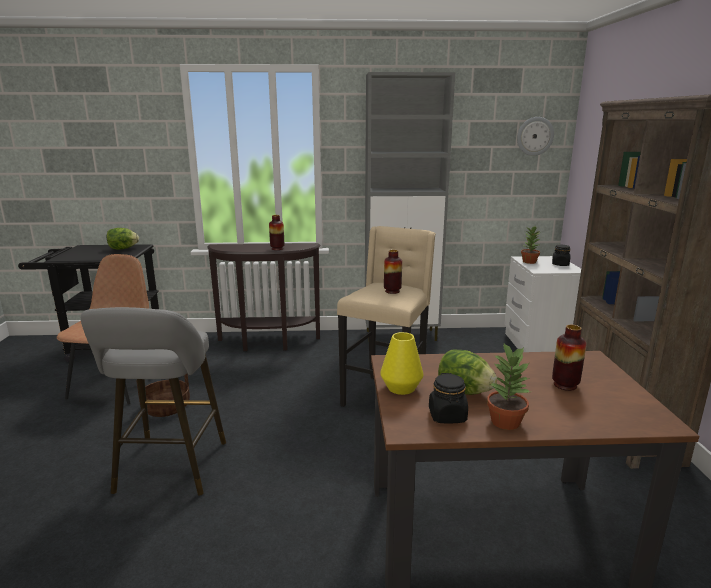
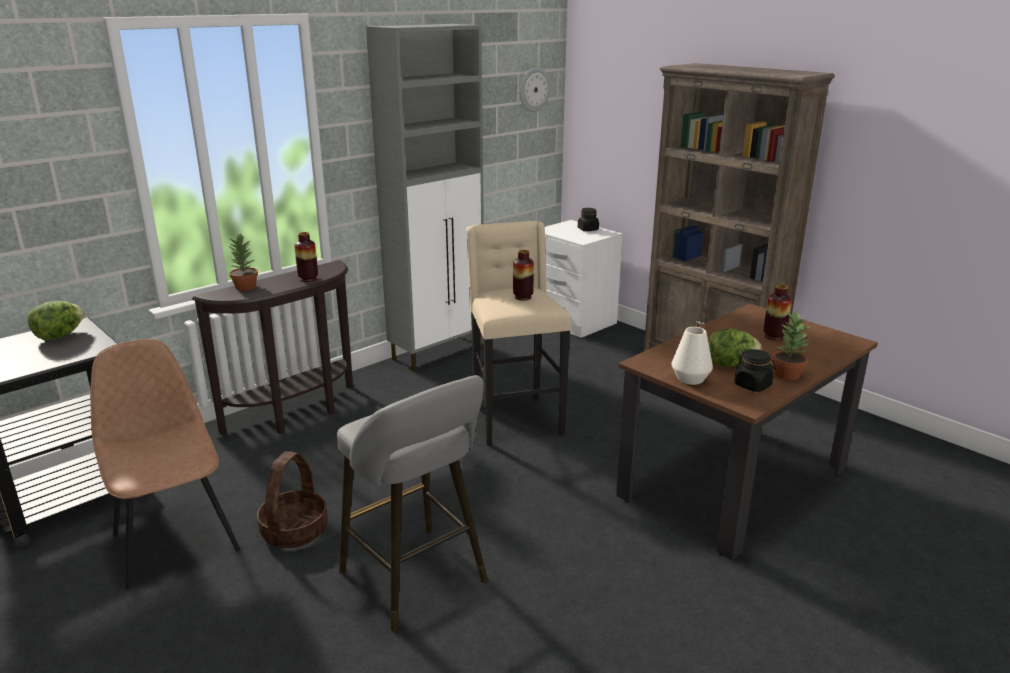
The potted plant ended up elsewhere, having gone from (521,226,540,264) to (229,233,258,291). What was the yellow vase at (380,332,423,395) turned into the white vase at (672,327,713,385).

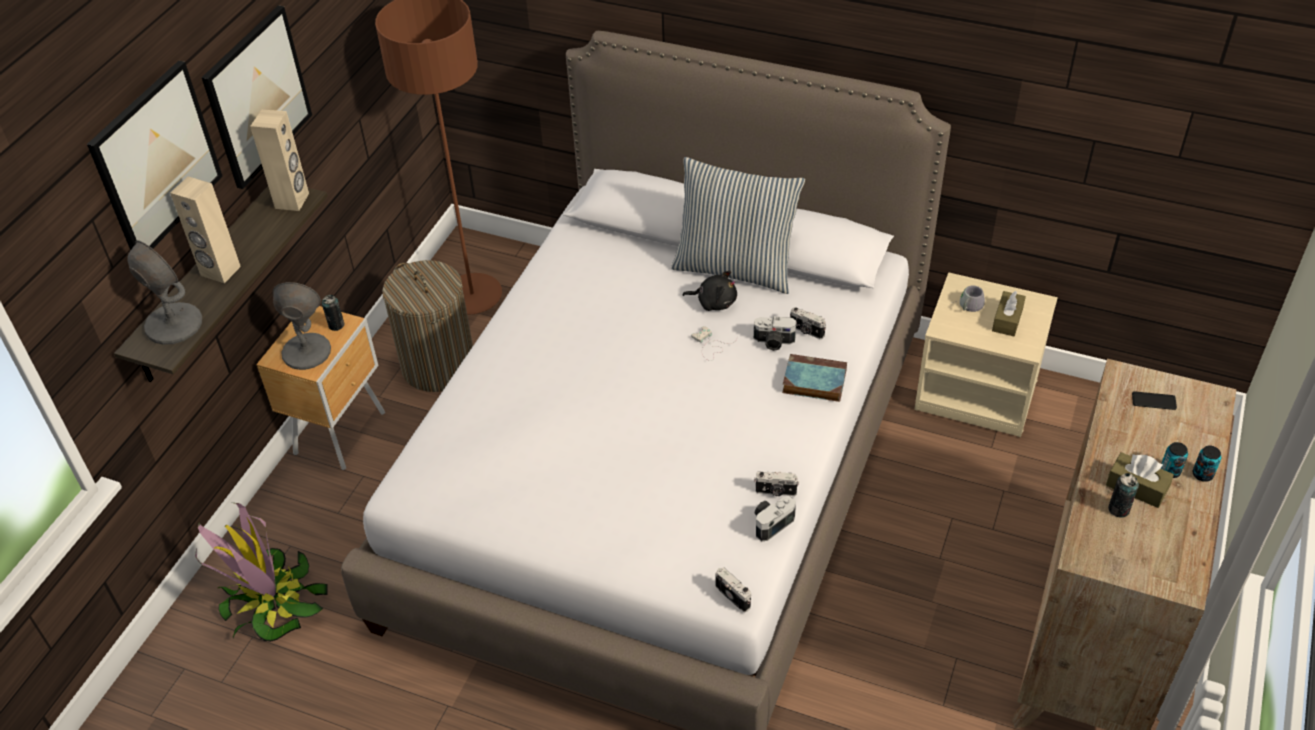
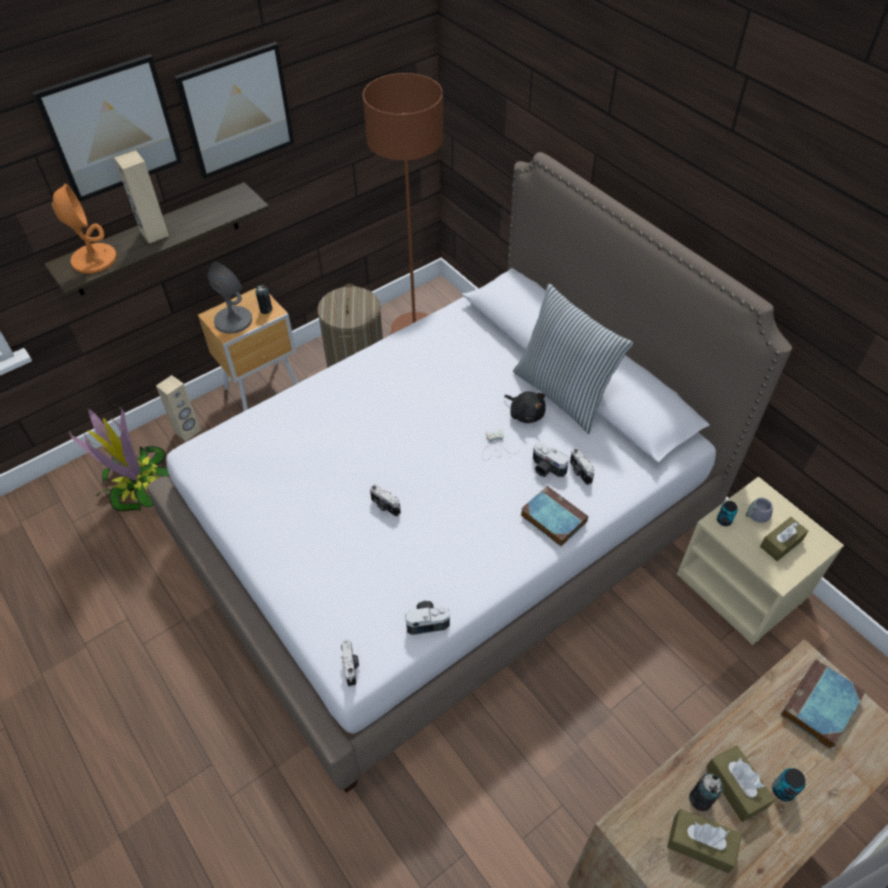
The second view gained the brown tissue box at (667,809,742,873). The beige speaker ended up elsewhere, having gone from (250,110,309,211) to (156,375,201,442). The photo camera ended up elsewhere, having gone from (754,472,799,496) to (370,484,401,517). The can ended up elsewhere, having gone from (1192,446,1221,482) to (717,501,738,526). Where the phone stood at (1132,391,1177,410), the book came to stand at (781,659,866,749). What was the grey table lamp at (127,240,202,345) turned into the orange table lamp at (52,184,117,274).

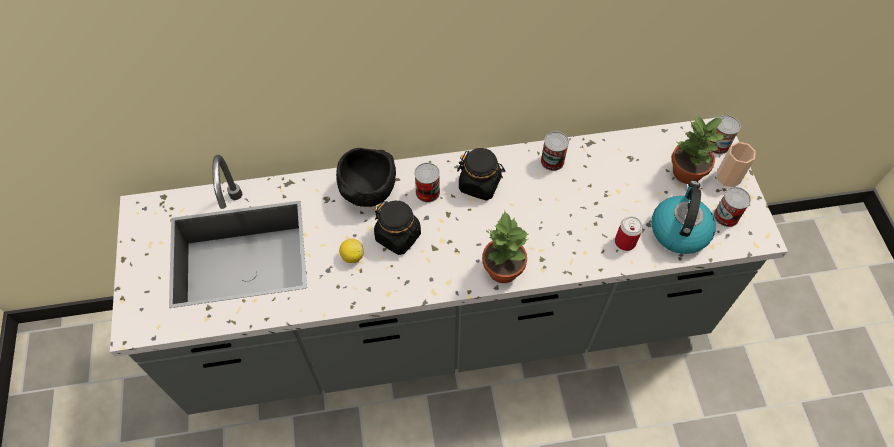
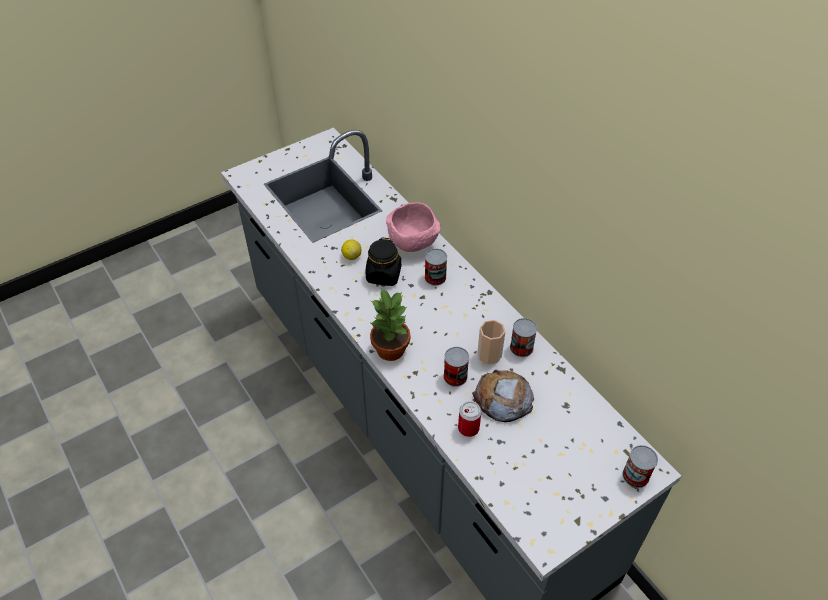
The second view lost the black jar at (457,148,506,200). The second view lost the kettle at (652,180,716,254). The second view lost the potted plant at (672,115,727,184). The second view gained the bread at (472,369,534,422). The can ended up elsewhere, having gone from (714,187,751,227) to (443,347,469,387). The cup ended up elsewhere, having gone from (717,142,756,187) to (477,320,506,364). What was the black bowl at (336,148,396,207) turned into the pink bowl at (386,202,441,252).

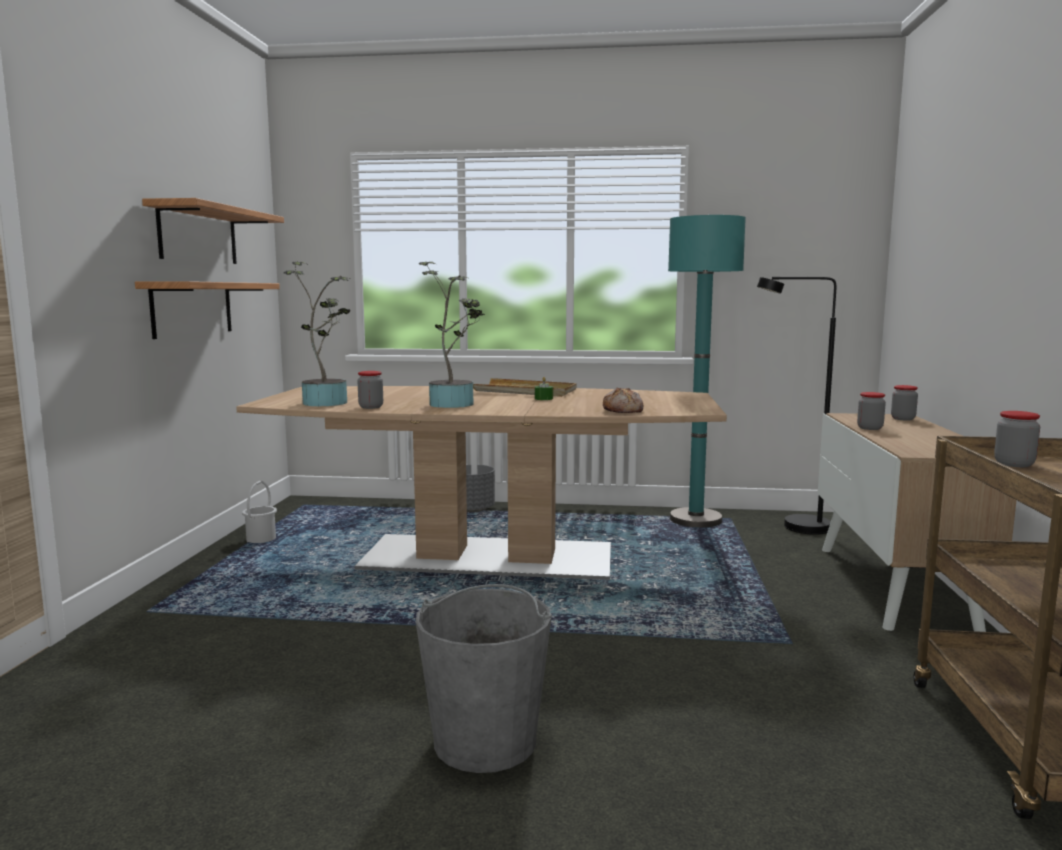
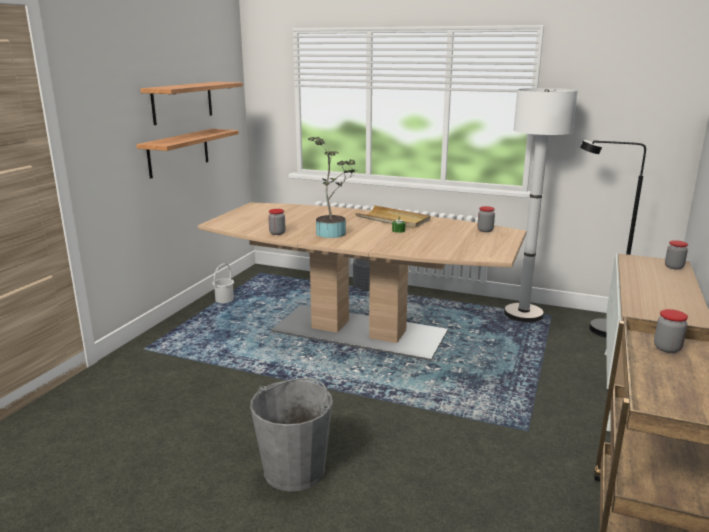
The second view lost the potted plant at (283,262,351,406). The second view lost the bread at (603,387,643,413). The jar ended up elsewhere, having gone from (857,392,886,430) to (477,206,495,232). What was the turquoise floor lamp at (668,215,746,527) turned into the white floor lamp at (504,88,578,322).

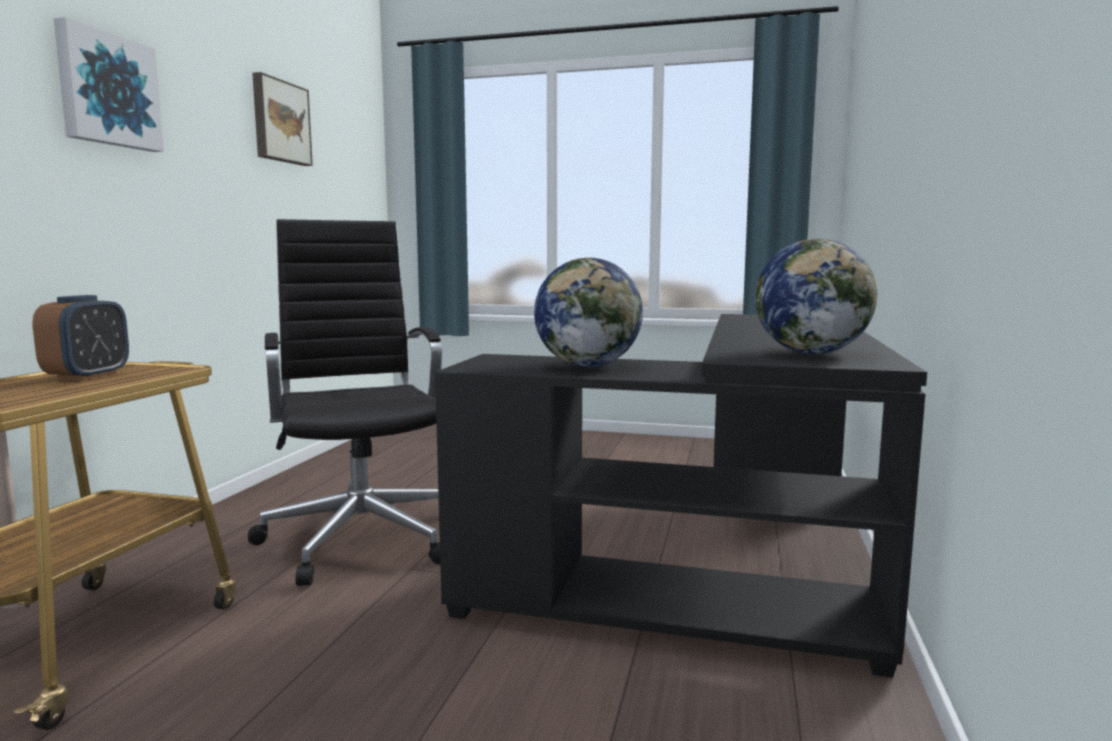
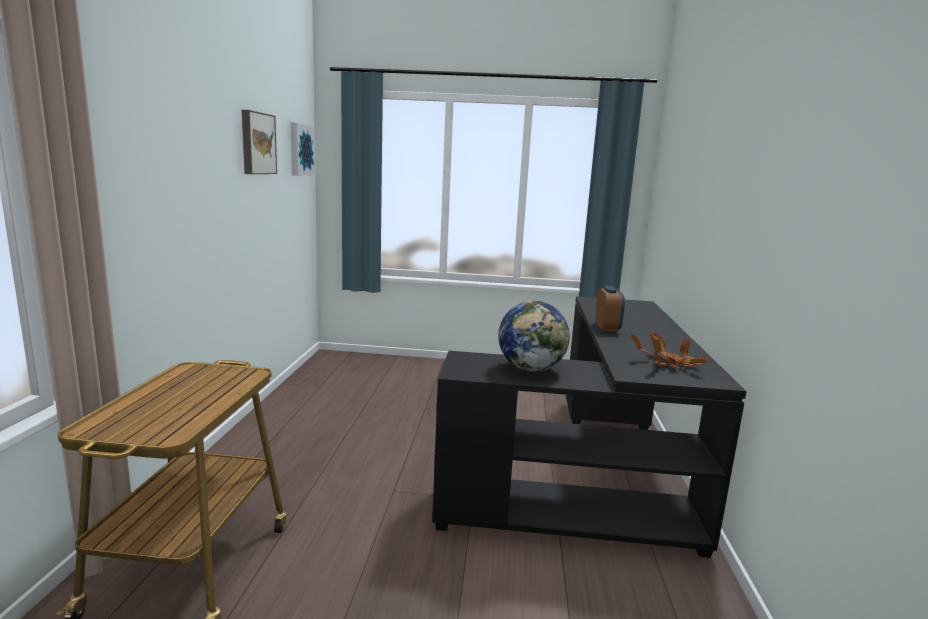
The second view lost the black office chair at (248,219,442,586). The alarm clock ended up elsewhere, having gone from (32,295,129,381) to (595,286,625,332). The picture ended up elsewhere, having gone from (54,17,164,152) to (290,122,316,176). Where the globe stood at (755,239,878,354), the potted plant came to stand at (631,332,709,369).

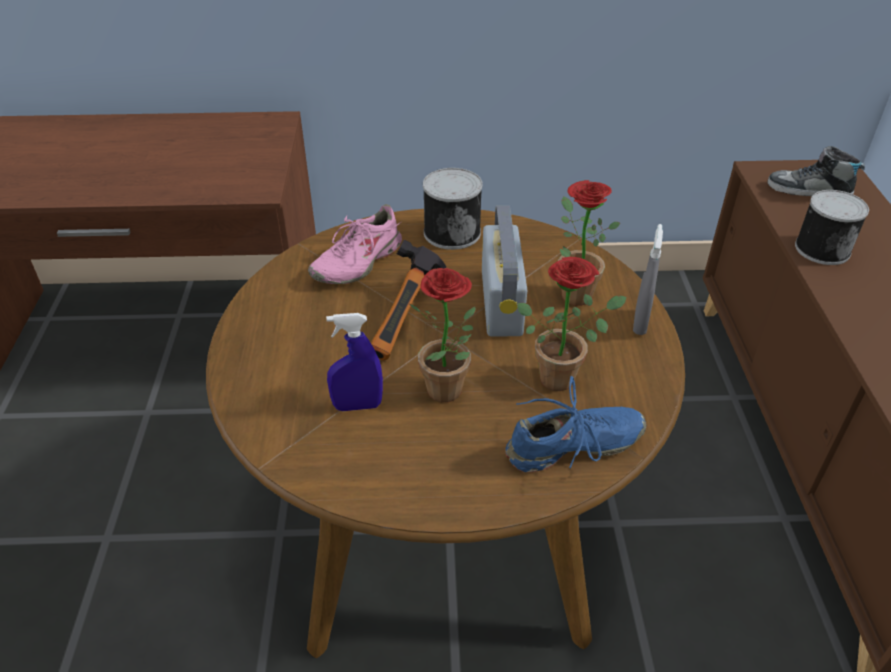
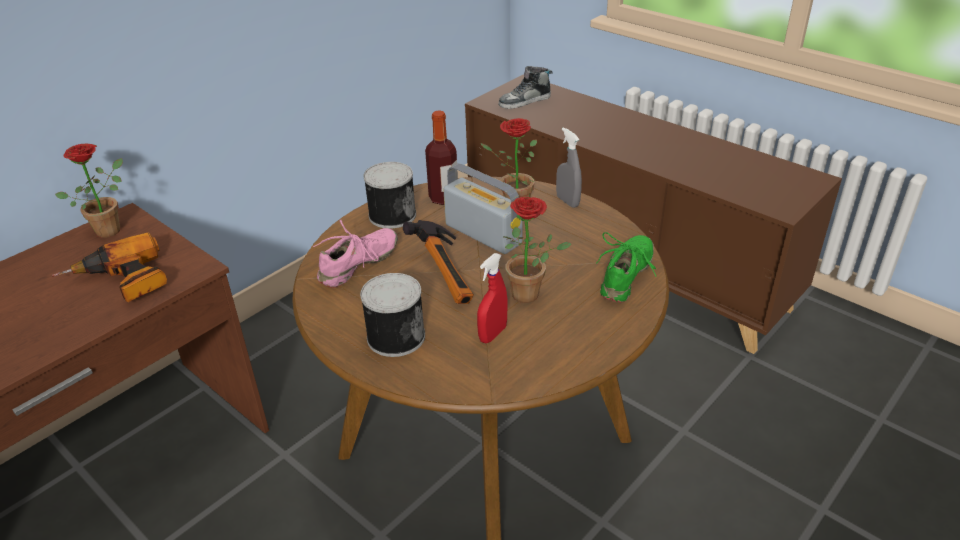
The second view gained the power drill at (52,233,167,302). The second view gained the bottle at (425,111,458,205). The potted plant ended up elsewhere, having gone from (517,257,627,391) to (55,144,123,238). The can ended up elsewhere, having gone from (795,190,869,265) to (360,273,425,357). What was the blue spray bottle at (326,313,383,411) turned into the red spray bottle at (477,253,507,343). What was the blue shoe at (506,376,647,472) turned into the green shoe at (596,232,656,303). The pink shoe at (308,204,402,284) ended up facing another way, 135 degrees counterclockwise from before.

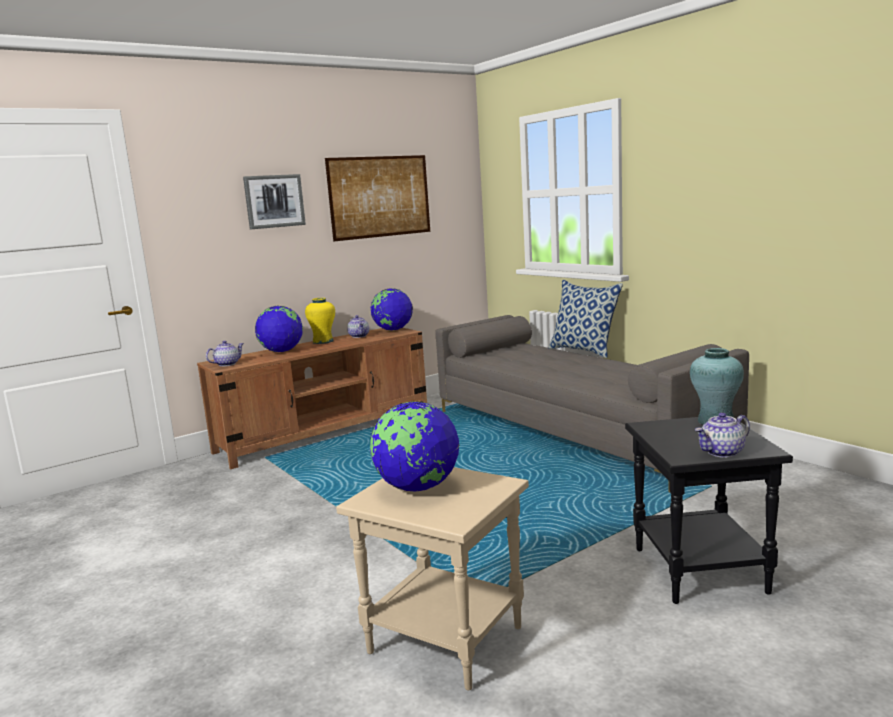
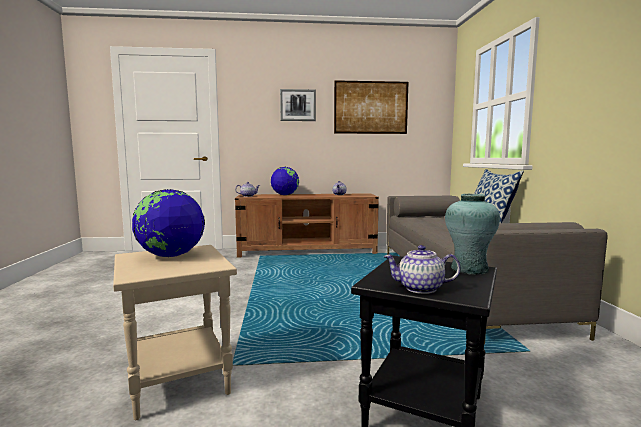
The second view lost the yellow vase at (305,298,335,344). The second view lost the globe at (371,288,413,330).

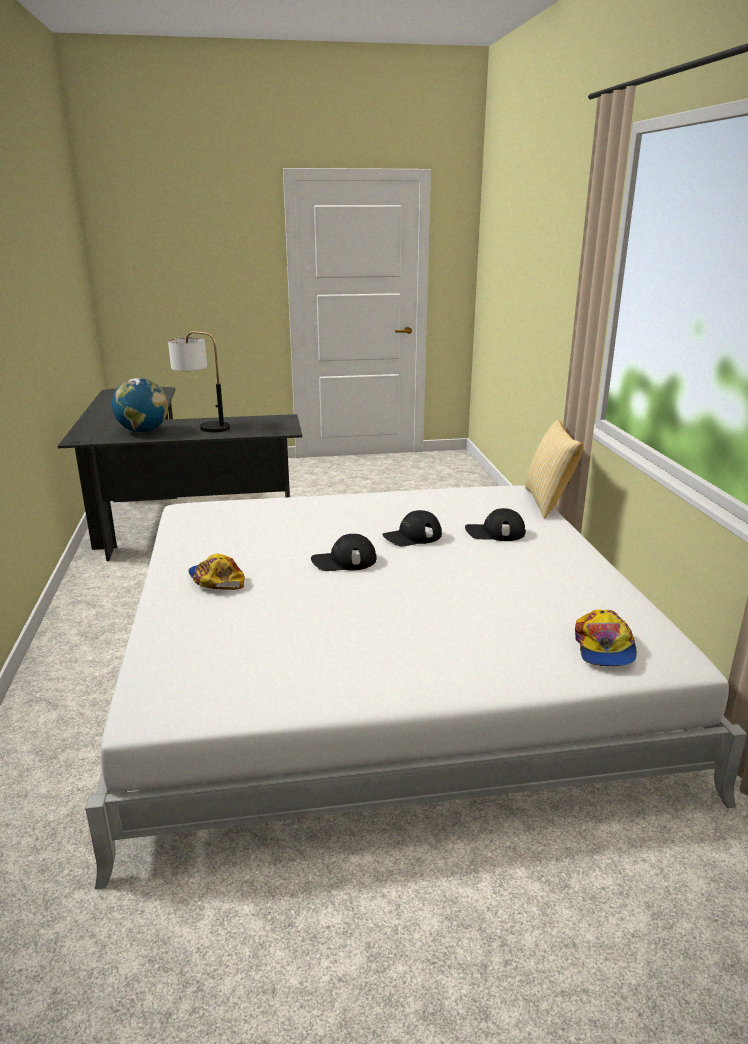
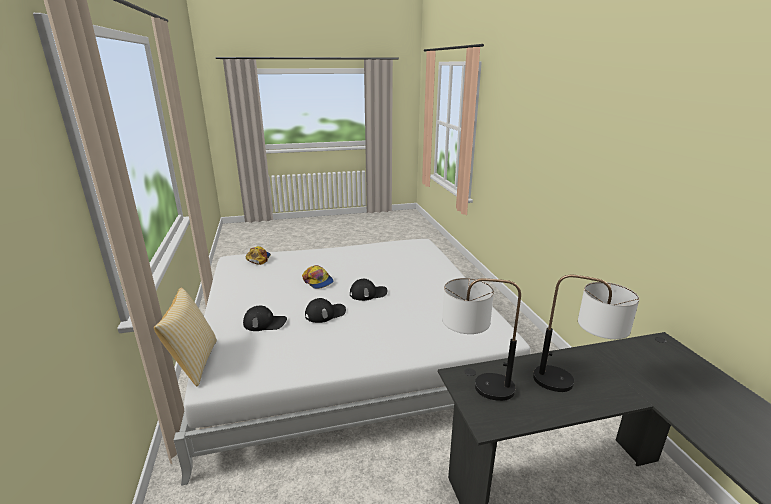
The second view lost the globe at (112,378,168,432). The second view gained the table lamp at (442,278,521,401). The cap ended up elsewhere, having gone from (188,554,245,590) to (302,265,334,289).

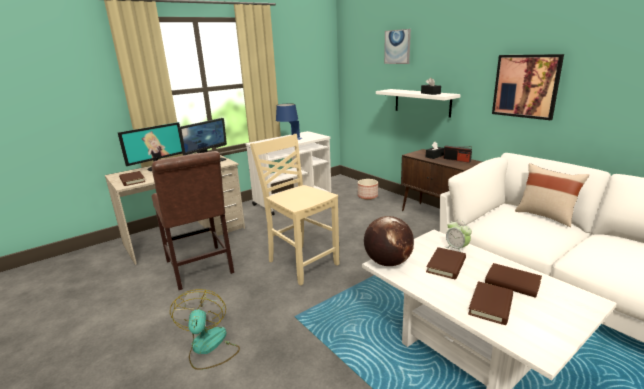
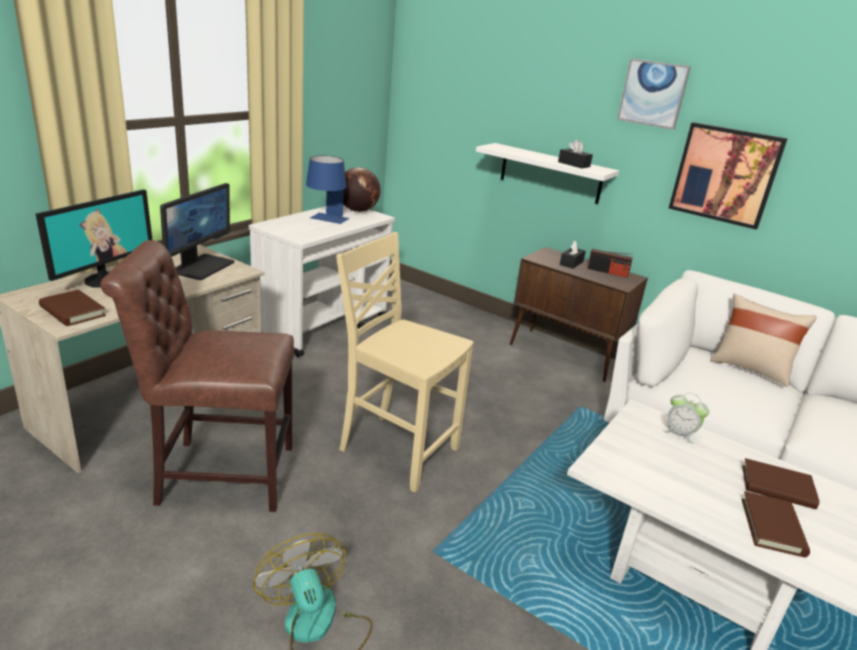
The second view lost the planter at (358,179,378,200). The second view lost the brown book at (426,247,466,279). The globe ended up elsewhere, having gone from (364,216,414,266) to (343,167,381,212). The picture ended up elsewhere, having gone from (384,29,411,64) to (617,59,691,130). The brown chair at (152,151,234,290) ended up facing another way, 135 degrees clockwise from before.

